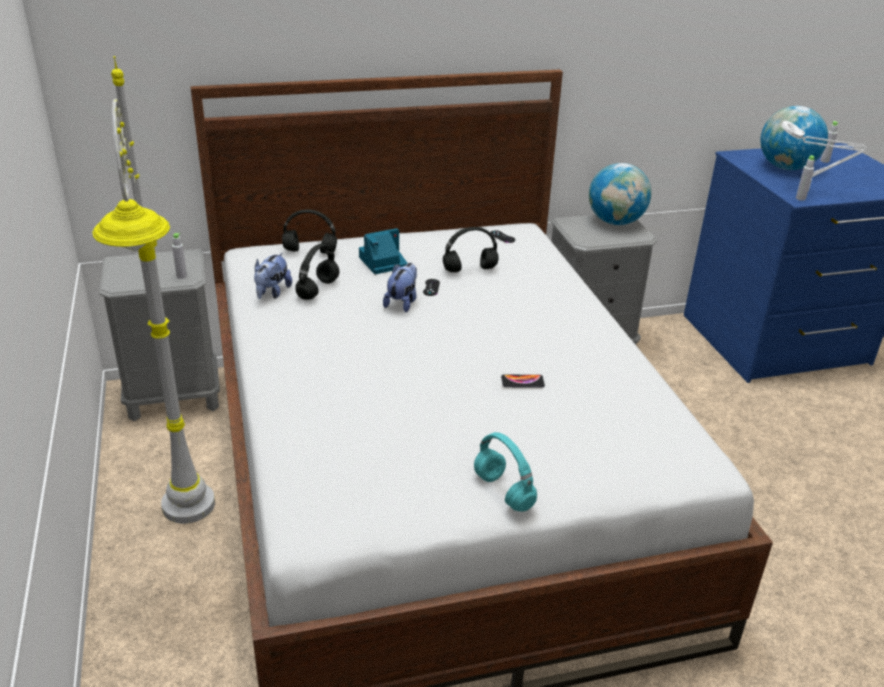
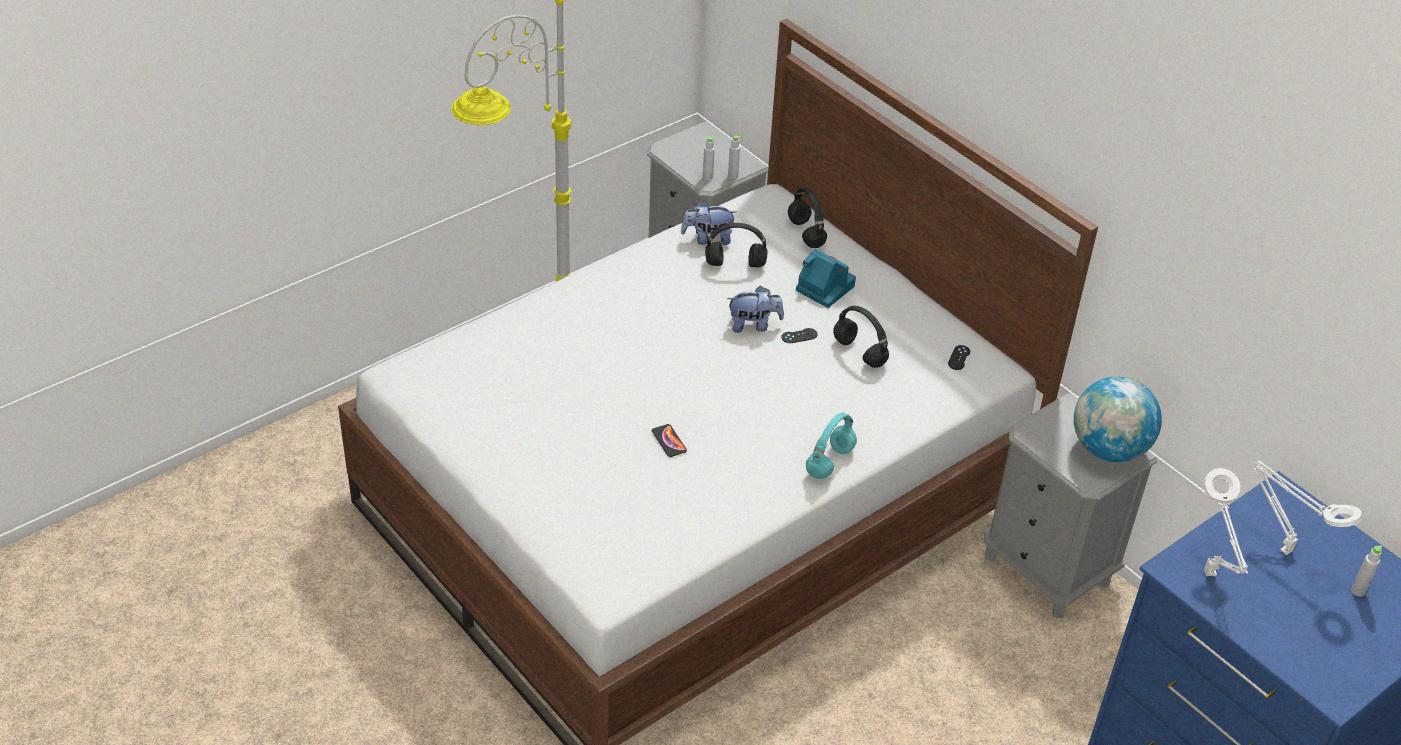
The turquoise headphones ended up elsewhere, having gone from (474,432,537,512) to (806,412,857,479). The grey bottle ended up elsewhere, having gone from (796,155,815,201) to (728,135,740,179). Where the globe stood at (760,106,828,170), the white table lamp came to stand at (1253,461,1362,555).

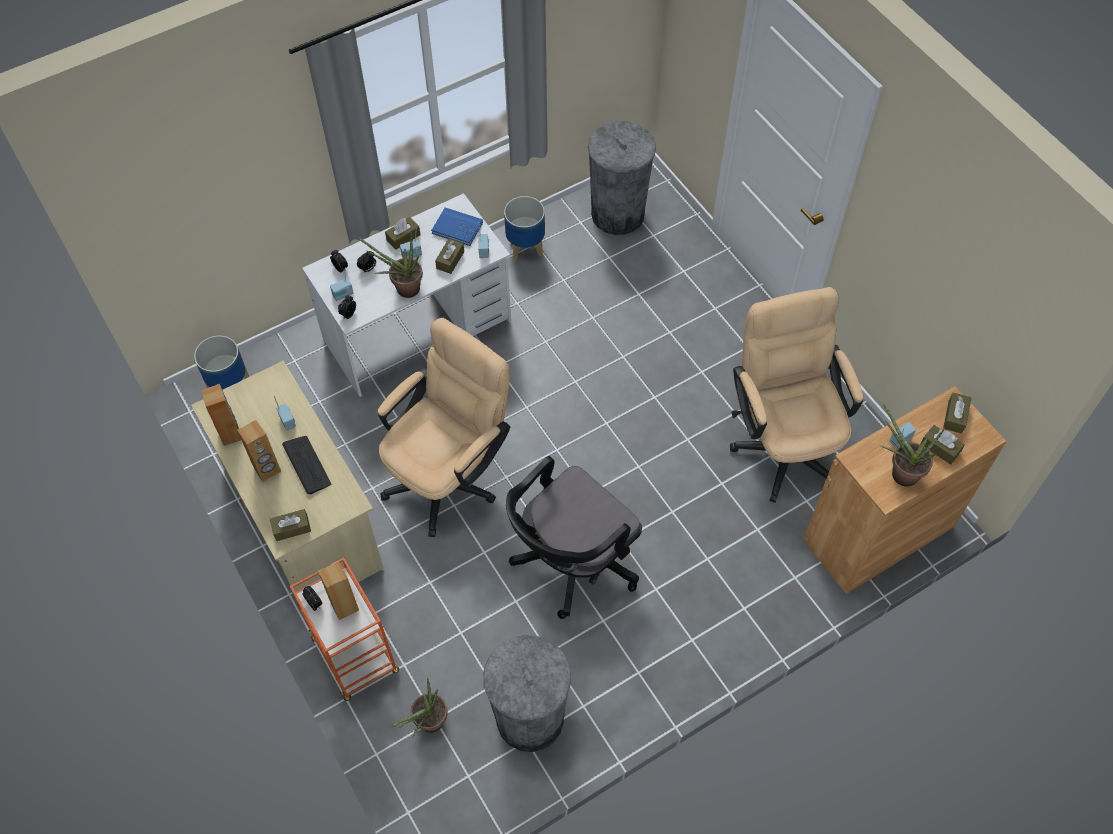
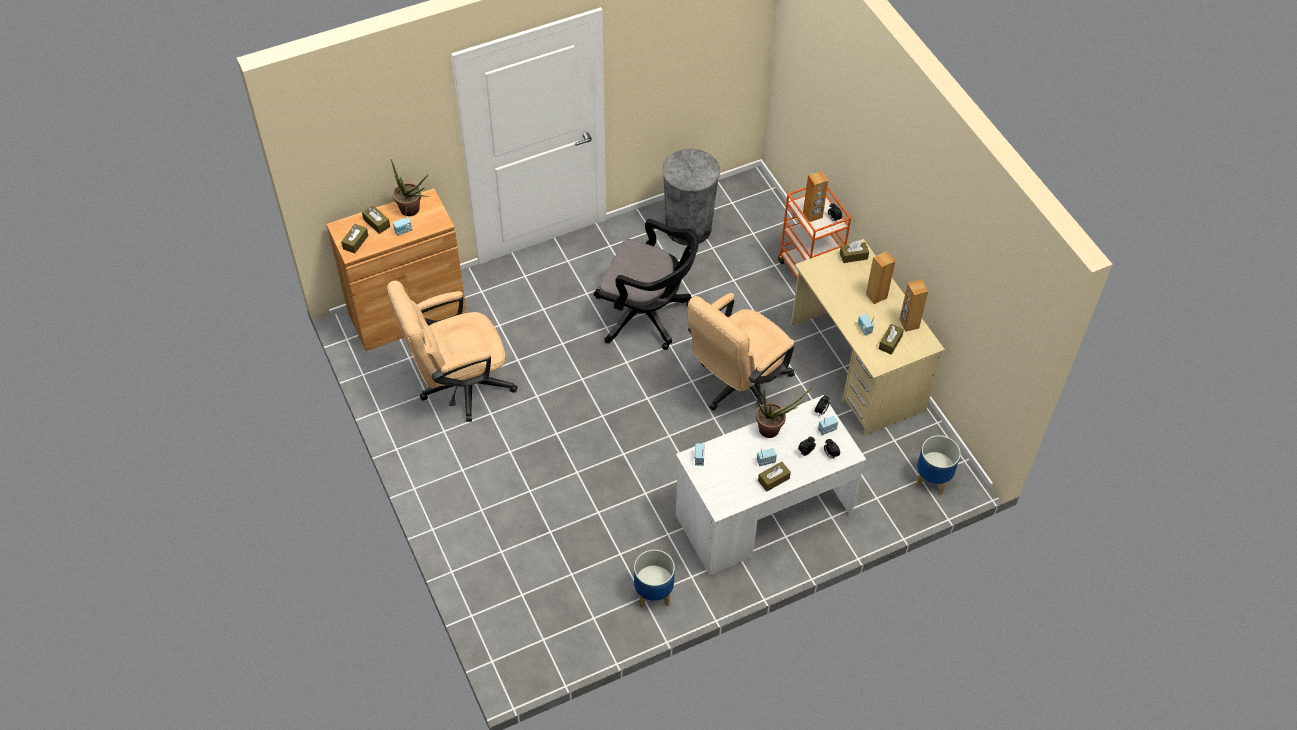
The second view lost the keyboard at (282,436,331,494). The second view lost the potted plant at (392,677,448,738). The second view lost the blue book at (431,208,483,246). The second view lost the grey trash can at (588,121,656,235). The brown tissue box ended up elsewhere, having gone from (435,239,464,274) to (879,324,904,355). The black office chair at (506,456,642,619) ended up facing another way, 60 degrees clockwise from before. The beige office chair at (730,287,863,503) ended up facing another way, 75 degrees clockwise from before.

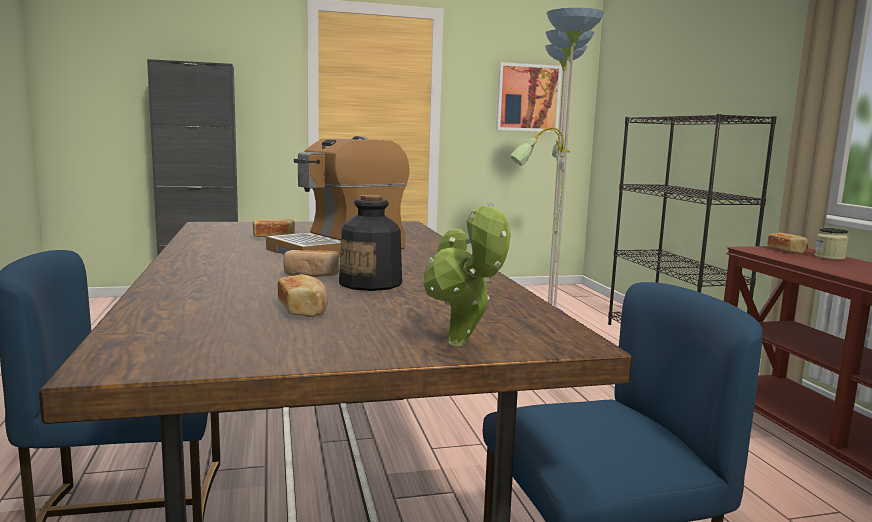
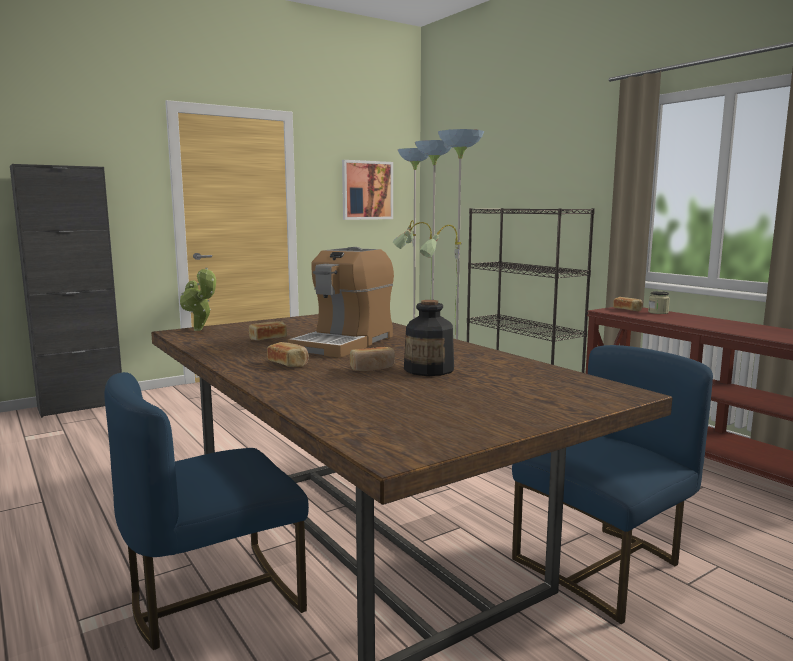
The bread ended up elsewhere, having gone from (278,274,328,317) to (267,342,309,367). The potted plant ended up elsewhere, having gone from (422,202,511,346) to (180,268,216,331).

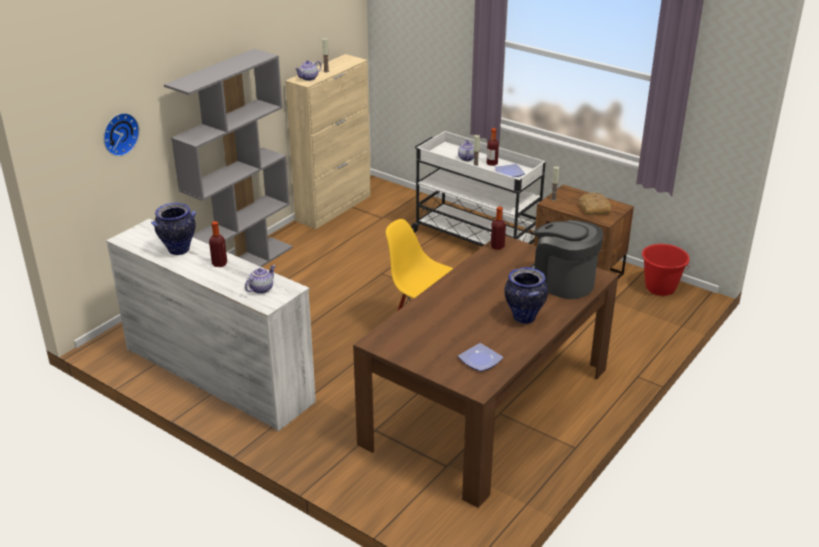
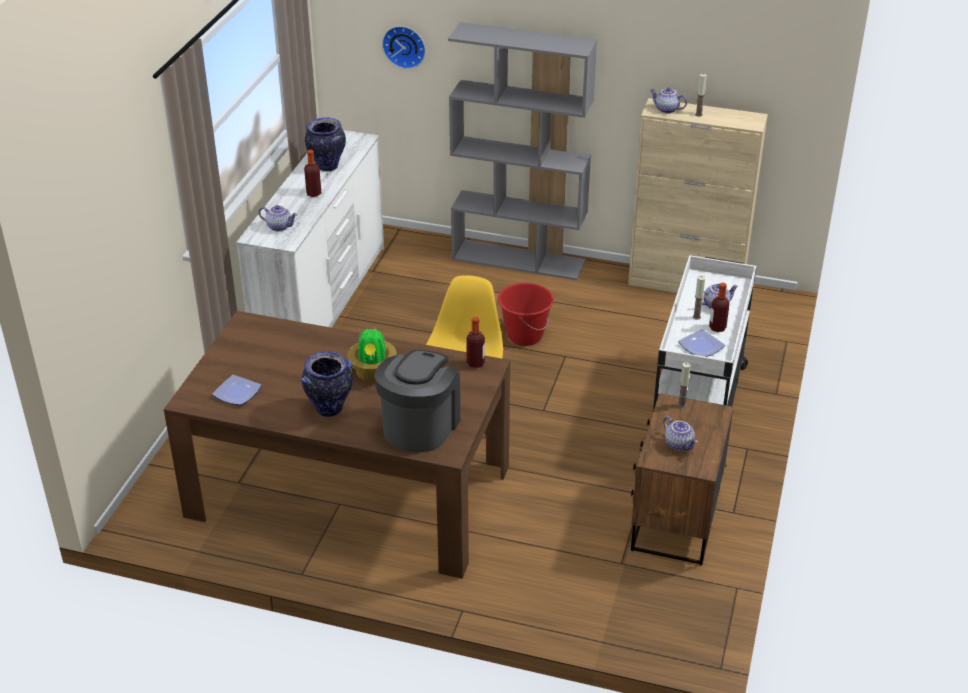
The second view gained the potted plant at (347,327,397,382). The red bucket ended up elsewhere, having gone from (642,244,690,296) to (498,283,554,346). Where the bread stood at (578,192,611,215), the teapot came to stand at (663,416,698,451).

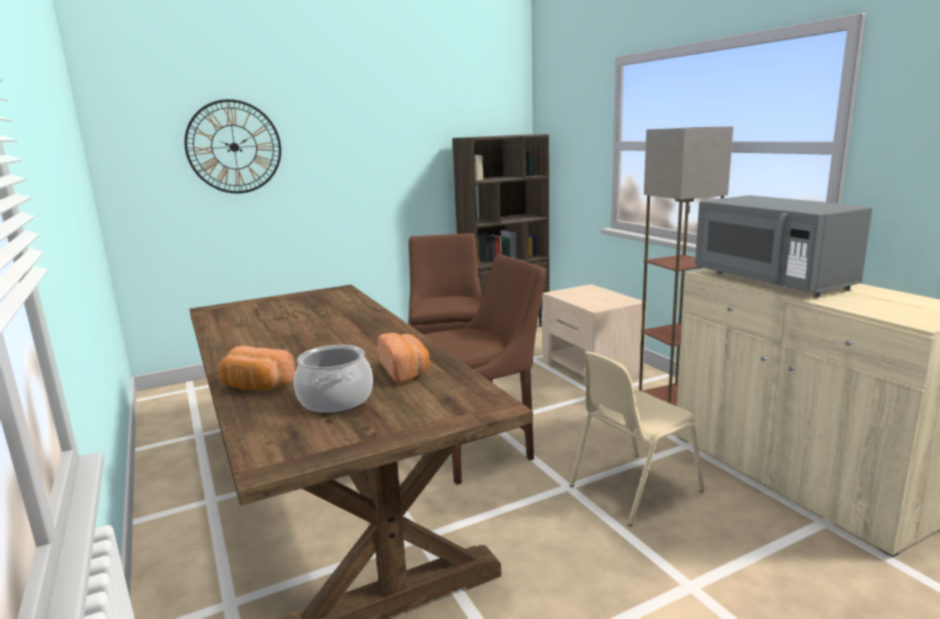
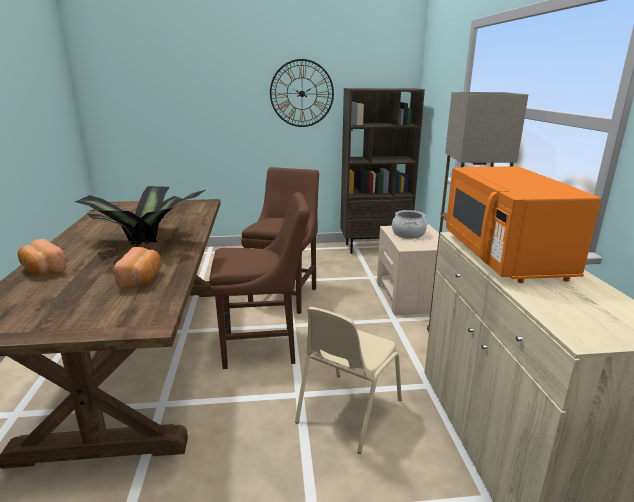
The second view gained the potted plant at (75,186,205,246). The wall clock ended up elsewhere, having gone from (184,99,281,194) to (270,59,334,127). The cooking pot ended up elsewhere, having gone from (294,345,373,413) to (392,210,427,239). What was the grey microwave at (695,195,872,297) turned into the orange microwave at (446,166,601,283). The beige chair at (569,351,705,526) ended up facing another way, 45 degrees counterclockwise from before.

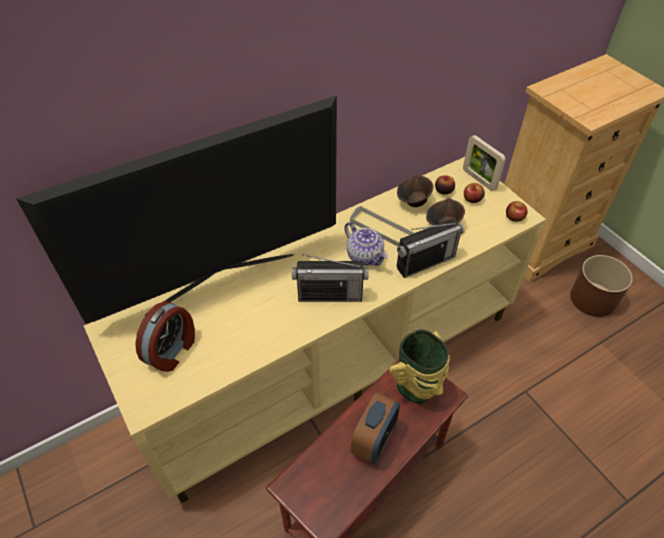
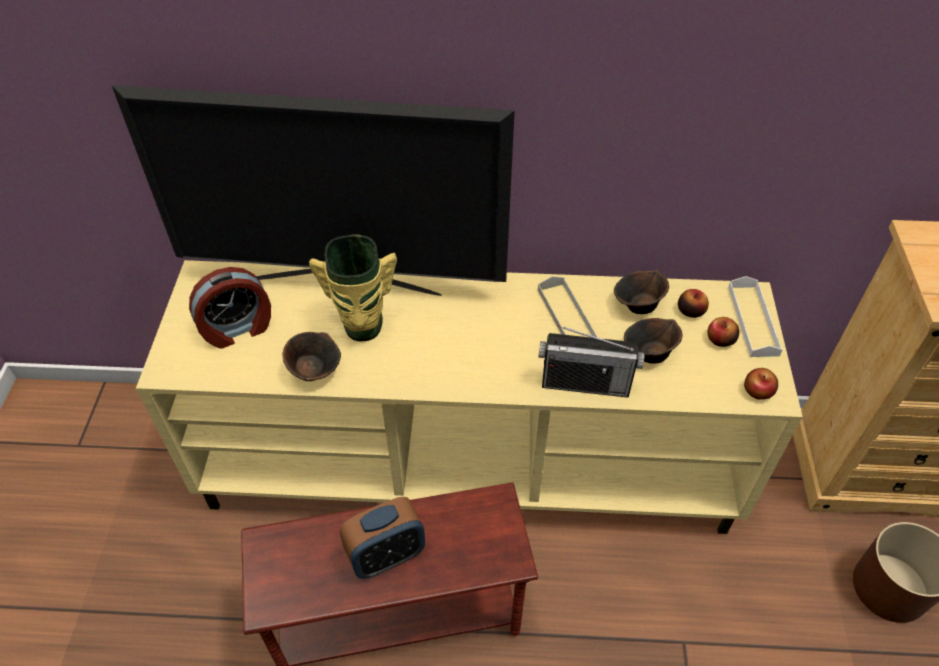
The second view lost the radio at (292,254,368,302). The second view lost the teapot at (344,222,388,266). The second view gained the brown bowl at (282,332,341,381). The vase ended up elsewhere, having gone from (389,330,450,404) to (309,234,397,342). Where the picture frame stood at (463,135,506,191), the white tray came to stand at (728,276,783,357).

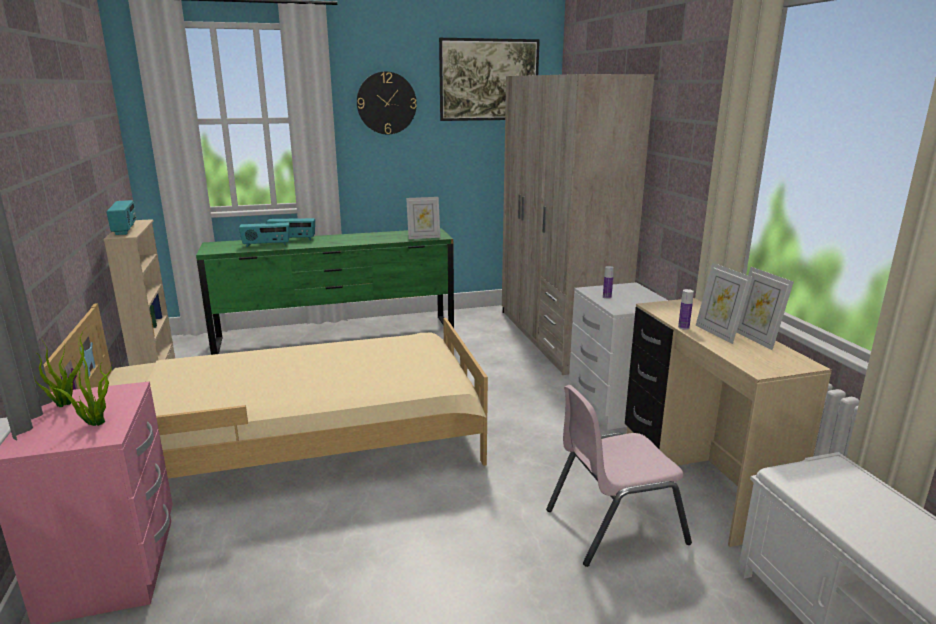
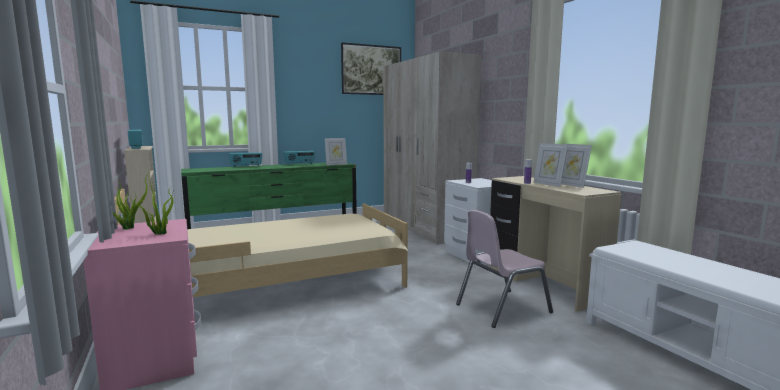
The second view lost the wall clock at (357,71,417,134). The radio ended up elsewhere, having gone from (239,223,290,247) to (284,151,315,165).

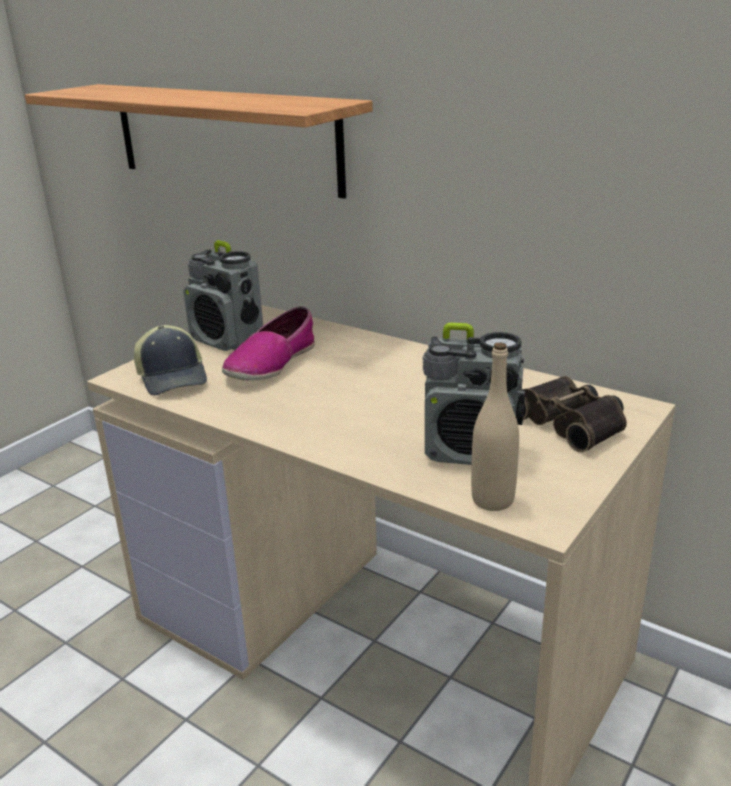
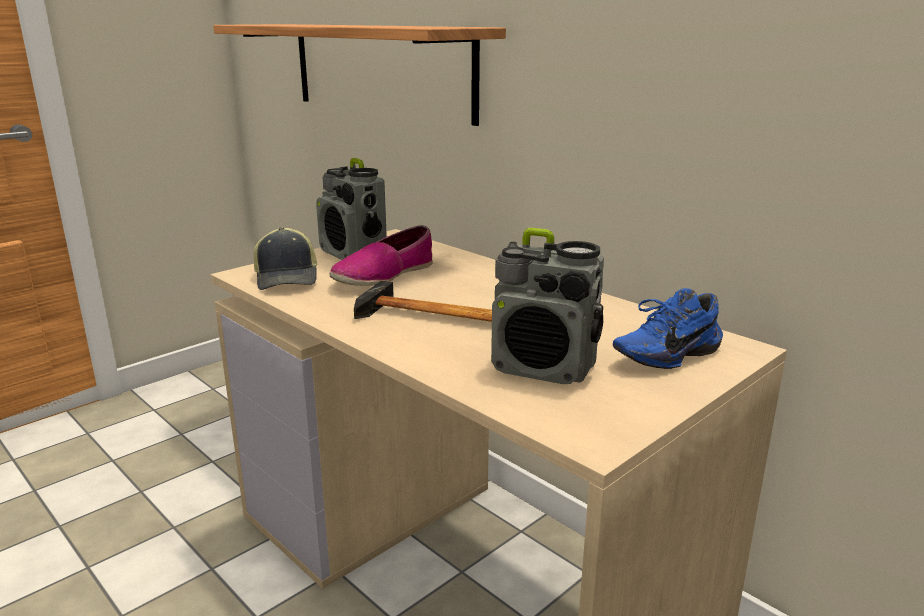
The second view lost the beige bottle at (471,342,519,511). The second view gained the hammer at (354,281,492,322). Where the binoculars stood at (523,376,627,452), the blue shoe came to stand at (613,288,723,369).

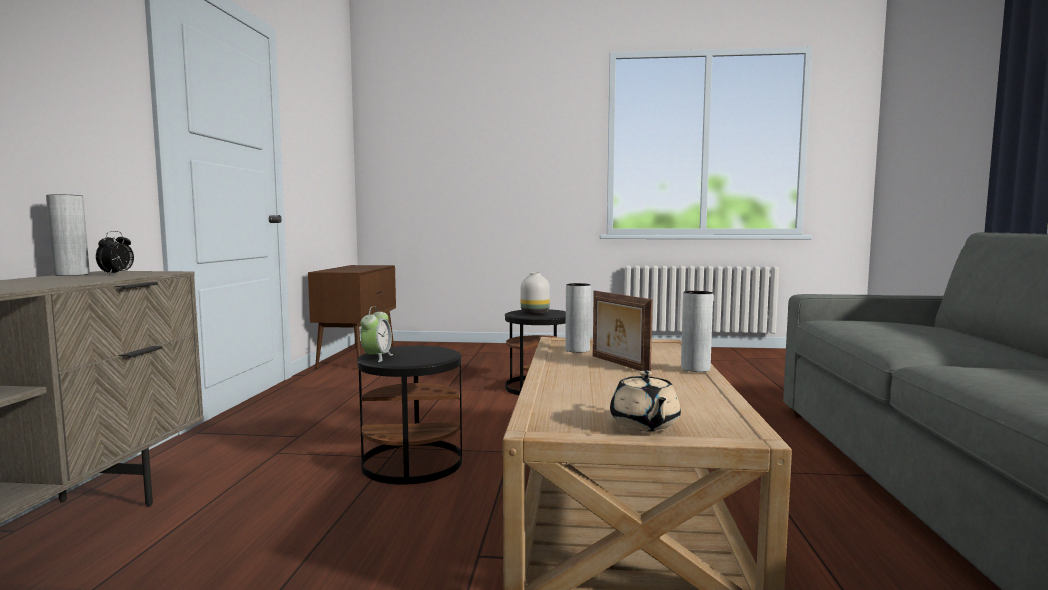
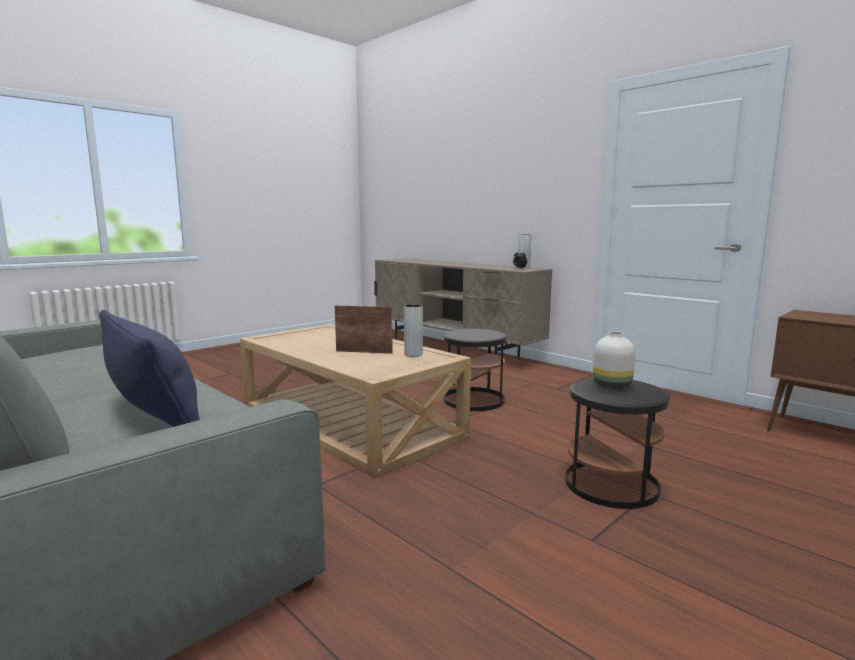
The second view lost the alarm clock at (360,306,393,362). The second view lost the beige teapot at (610,370,681,431). The second view lost the grey vase at (681,291,713,372). The second view gained the blue pillow at (99,310,200,427).

